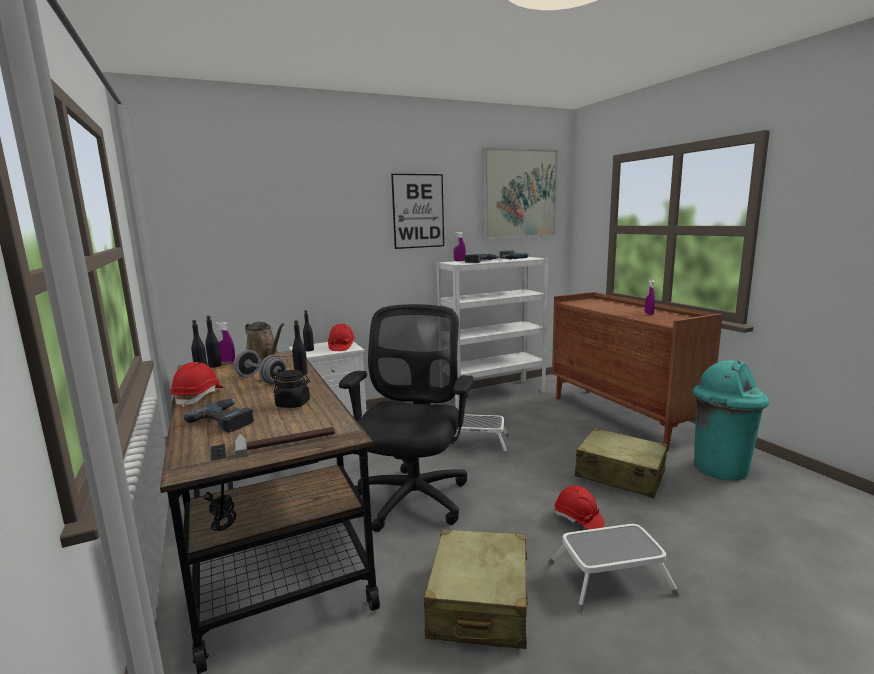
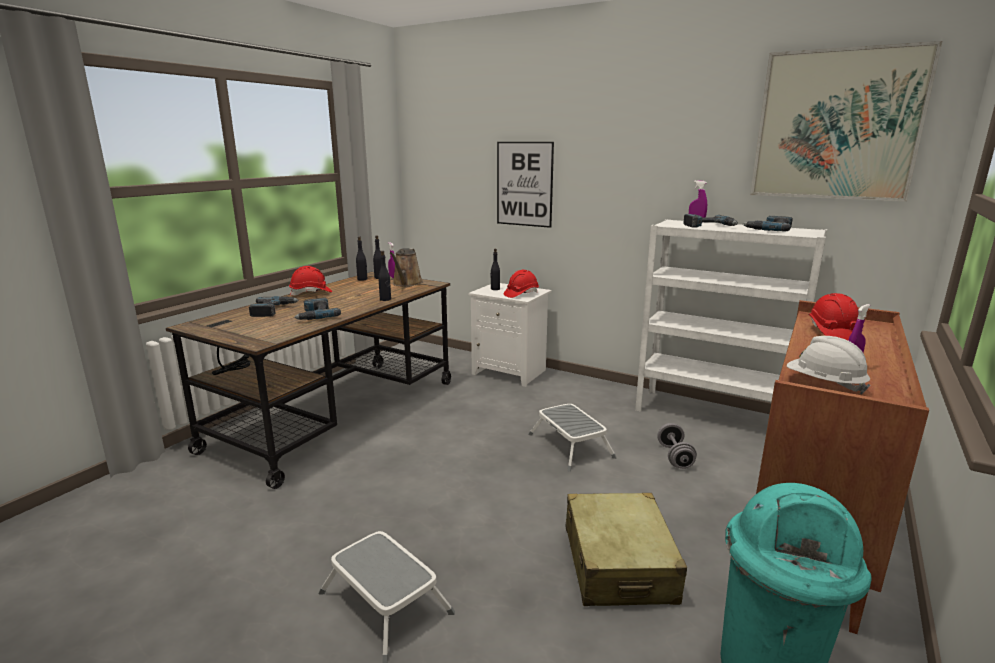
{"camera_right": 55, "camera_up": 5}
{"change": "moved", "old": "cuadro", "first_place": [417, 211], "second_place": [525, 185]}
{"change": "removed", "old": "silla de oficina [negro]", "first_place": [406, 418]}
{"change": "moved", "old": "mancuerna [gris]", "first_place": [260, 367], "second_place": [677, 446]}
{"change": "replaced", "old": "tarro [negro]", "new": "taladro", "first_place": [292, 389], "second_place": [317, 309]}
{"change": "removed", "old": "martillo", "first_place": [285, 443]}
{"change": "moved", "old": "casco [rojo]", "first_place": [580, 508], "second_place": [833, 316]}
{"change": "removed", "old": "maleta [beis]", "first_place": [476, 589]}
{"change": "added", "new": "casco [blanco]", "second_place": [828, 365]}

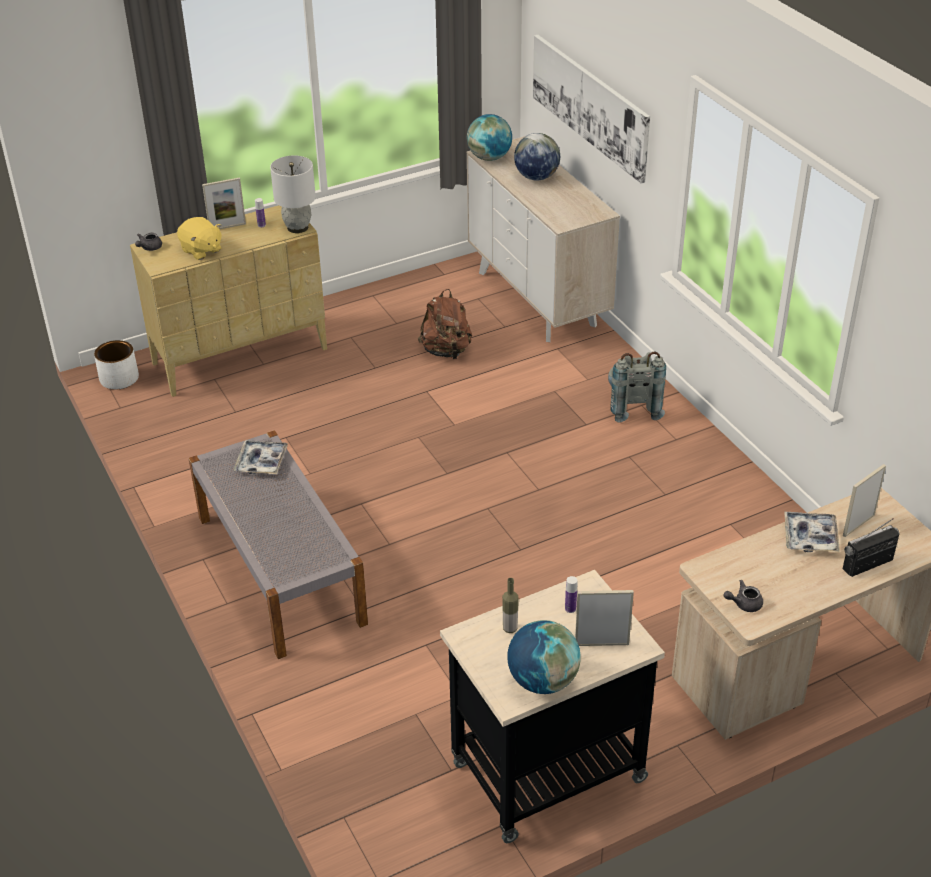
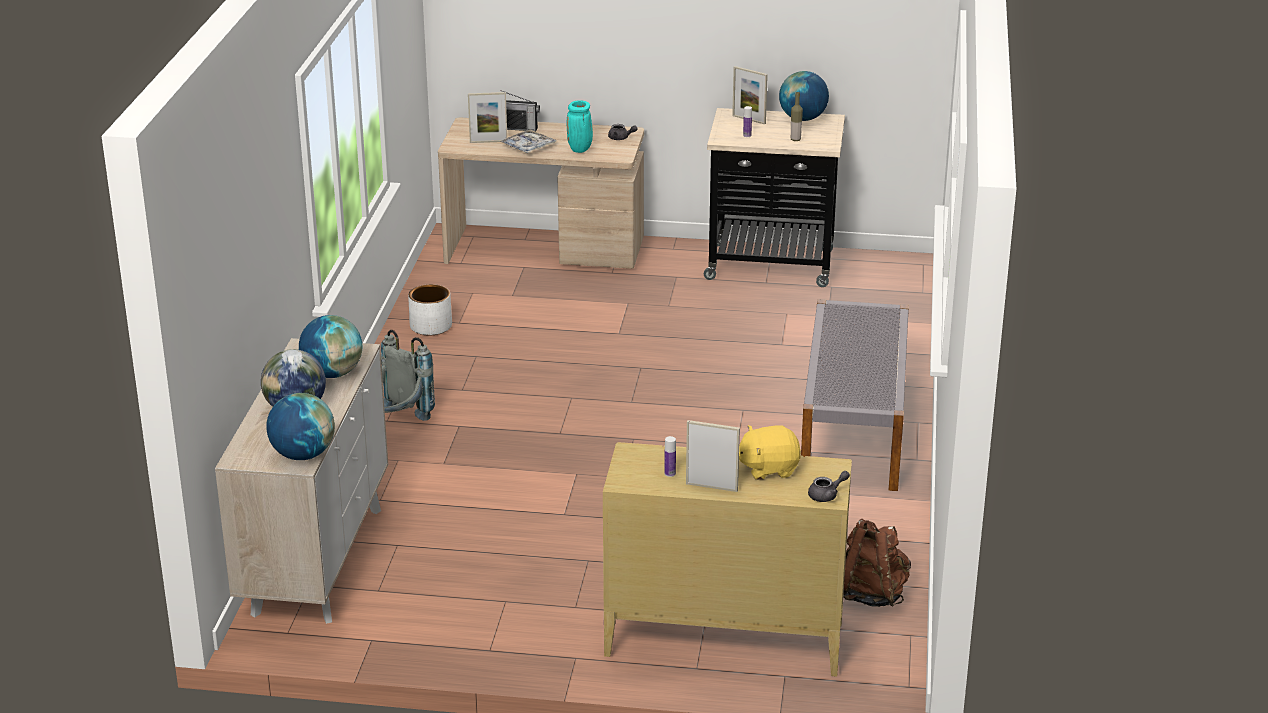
{"camera_right": -145, "camera_up": -10}
{"change": "removed", "old": "cuadro", "first_place": [591, 109]}
{"change": "removed", "old": "lámpara de mesa [blanco]", "first_place": [293, 194]}
{"change": "turned", "old": "peluche [amarillo]", "first_place": [199, 238], "second_place": [770, 452], "degrees": -90}
{"change": "moved", "old": "mochila [marrón]", "first_place": [445, 324], "second_place": [877, 563]}
{"change": "moved", "old": "maceta [blanco]", "first_place": [116, 364], "second_place": [430, 309]}
{"change": "removed", "old": "bandeja", "first_place": [261, 457]}
{"change": "added", "new": "florero [turquesa]", "second_place": [580, 126]}
{"change": "added", "new": "globo terráqueo", "second_place": [330, 346]}

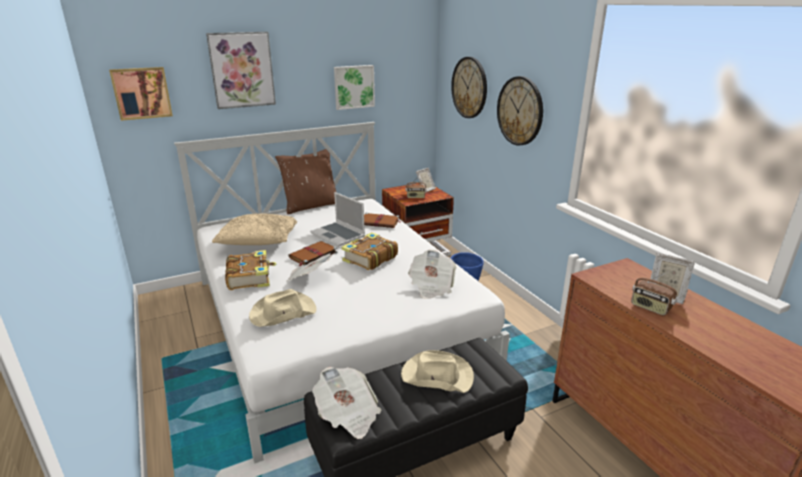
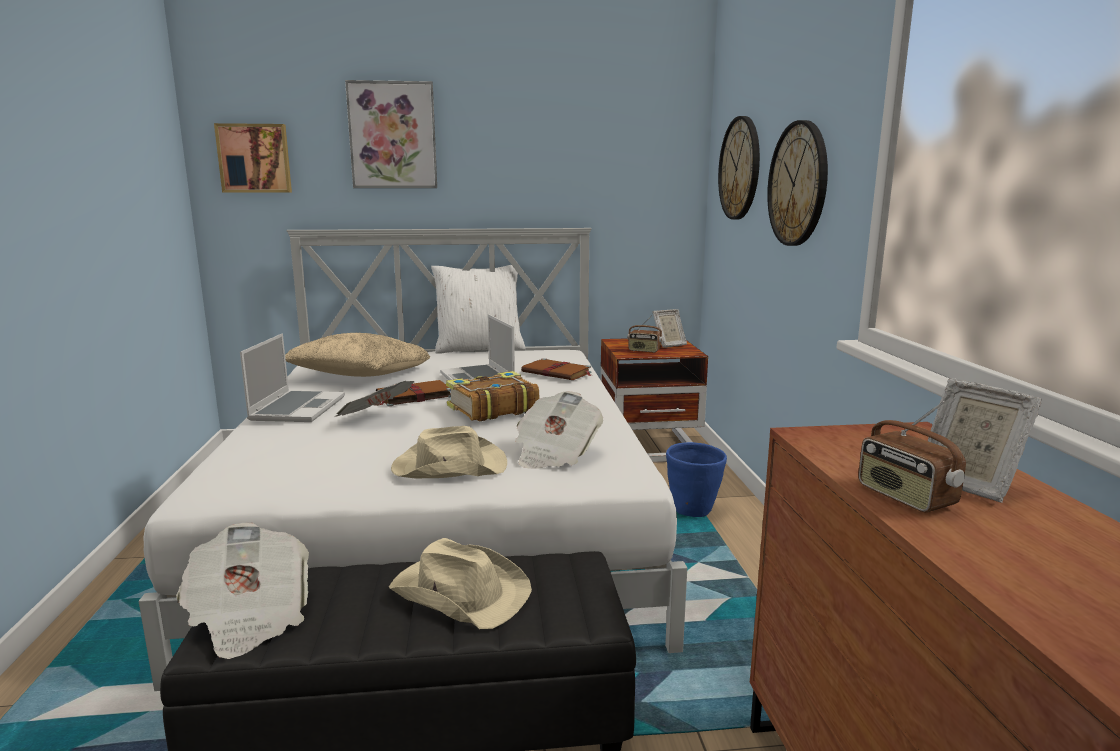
{"camera_right": 20, "camera_up": -10}
{"change": "removed", "old": "cuadro", "first_place": [354, 87]}
{"change": "recoloured", "old": "cojín [marrón]", "new": "cojín [blanco]", "first_place": [306, 181], "second_place": [478, 309]}
{"change": "replaced", "old": "libro", "new": "portátil", "first_place": [251, 270], "second_place": [292, 377]}
{"change": "moved", "old": "sombrero [beis]", "first_place": [282, 308], "second_place": [449, 452]}

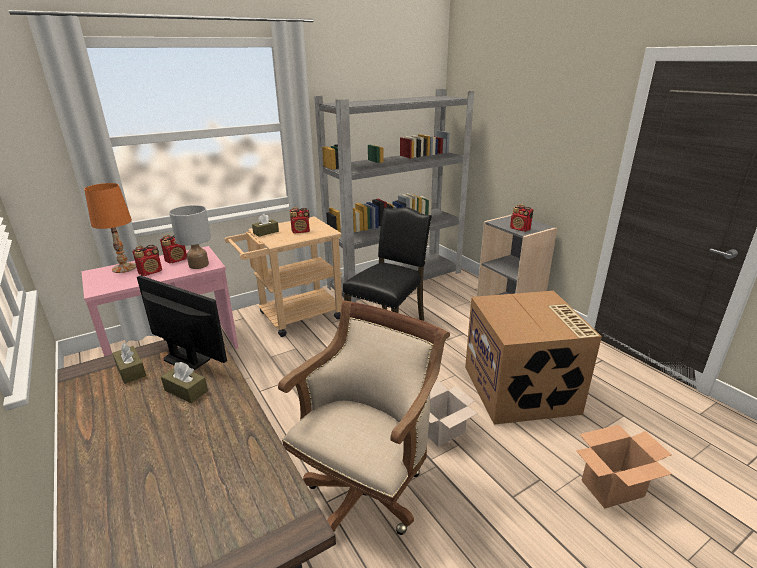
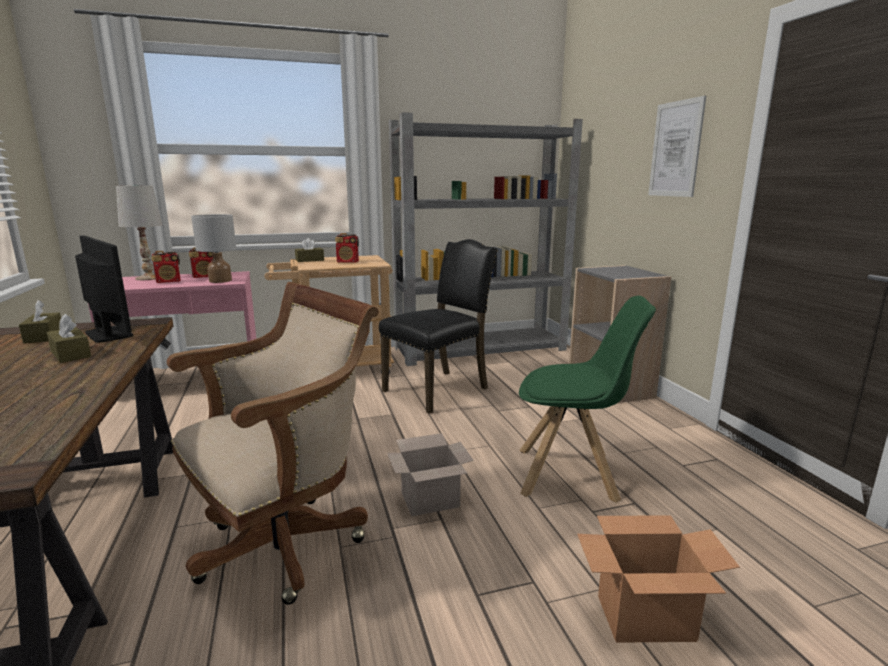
{"camera_right": 15, "camera_up": -10}
{"change": "recoloured", "old": "lámpara de mesa [naranja]", "new": "lámpara de mesa [blanco]", "first_place": [110, 228], "second_place": [139, 233]}
{"change": "removed", "old": "radio", "first_place": [522, 218]}
{"change": "replaced", "old": "caja de cartón", "new": "silla [verde]", "first_place": [533, 358], "second_place": [587, 399]}
{"change": "added", "new": "cuadro", "second_place": [677, 146]}

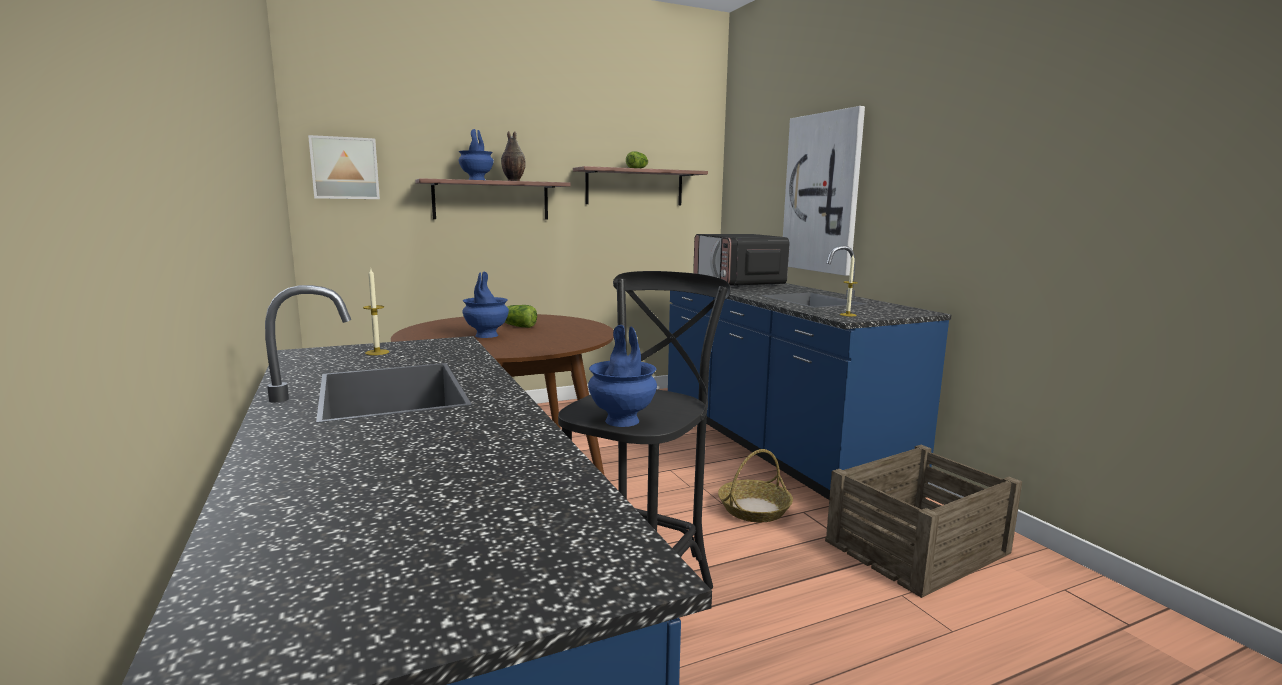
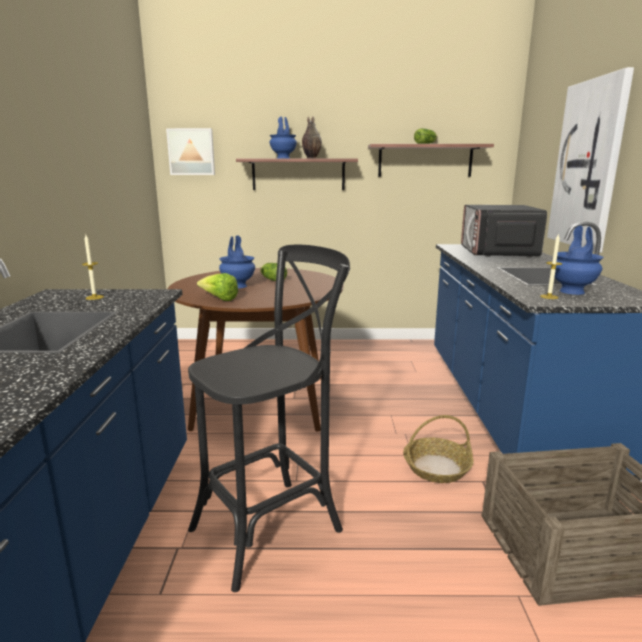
{"camera_right": 25, "camera_up": 5}
{"change": "moved", "old": "florero [azul]", "first_place": [622, 376], "second_place": [577, 260]}
{"change": "added", "new": "lechuga", "second_place": [217, 287]}

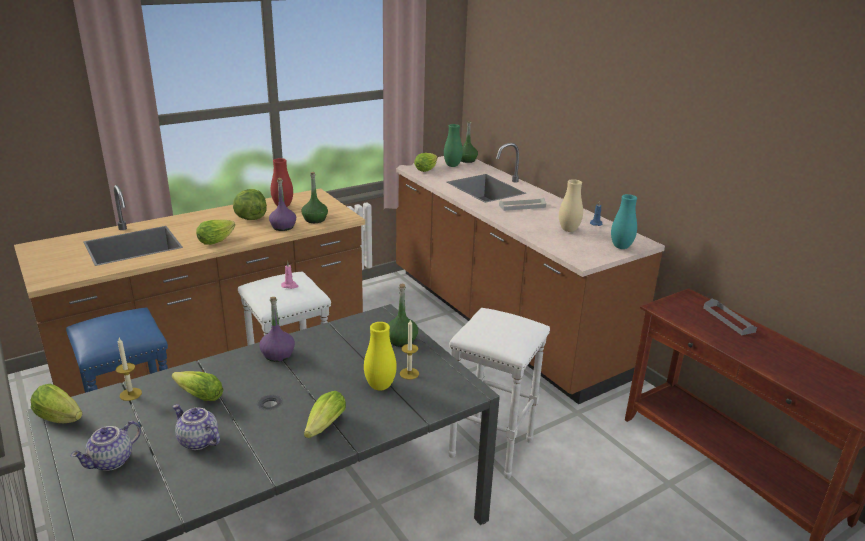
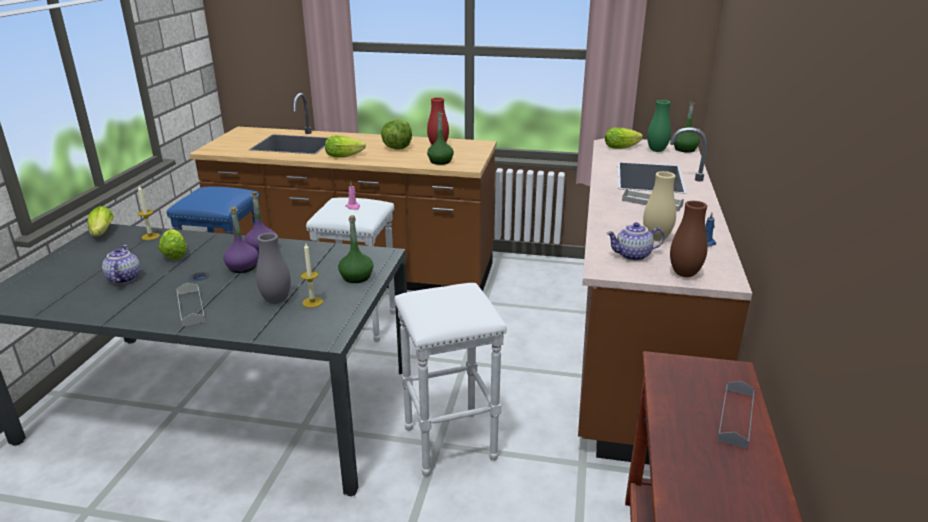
{"camera_right": 45, "camera_up": 0}
{"change": "moved", "old": "botella [morado]", "first_place": [282, 204], "second_place": [241, 240]}
{"change": "recoloured", "old": "florero [turquesa]", "new": "florero [marrón]", "first_place": [624, 221], "second_place": [689, 239]}
{"change": "recoloured", "old": "florero [amarillo]", "new": "florero [gris]", "first_place": [380, 356], "second_place": [273, 268]}
{"change": "replaced", "old": "lechuga", "new": "bandeja [gris]", "first_place": [325, 414], "second_place": [191, 305]}
{"change": "moved", "old": "tetera", "first_place": [106, 446], "second_place": [635, 241]}

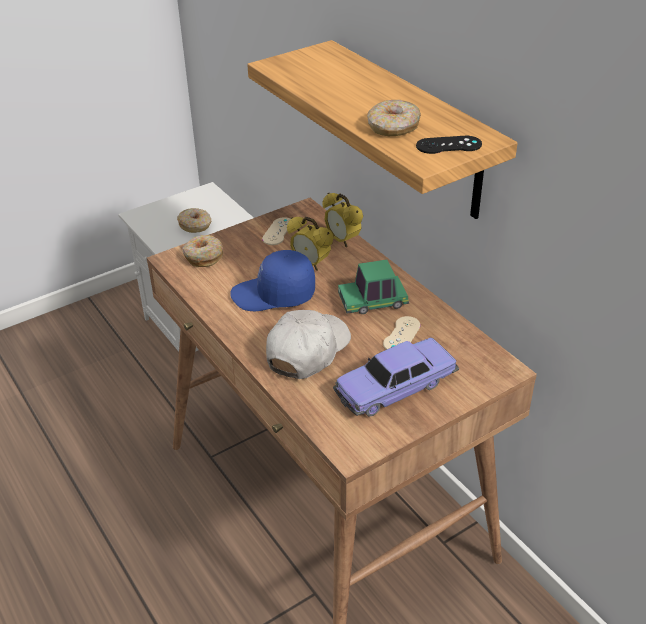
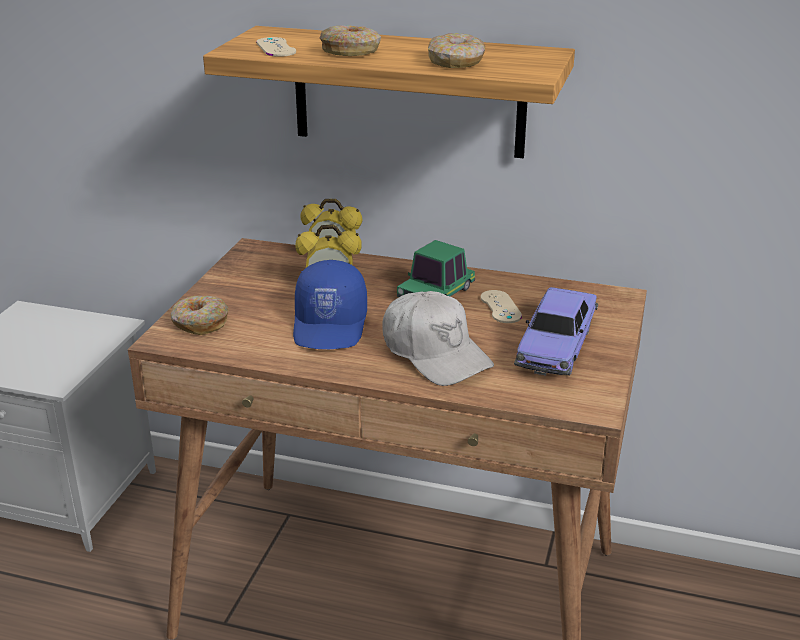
{"camera_right": -40, "camera_up": -10}
{"change": "removed", "old": "mando de consola [negro]", "first_place": [449, 145]}
{"change": "moved", "old": "rosquilla", "first_place": [194, 220], "second_place": [350, 40]}
{"change": "moved", "old": "mando de consola [beis]", "first_place": [276, 231], "second_place": [276, 47]}
{"change": "turned", "old": "gorra [azul]", "first_place": [272, 280], "second_place": [330, 304], "degrees": -45}
{"change": "turned", "old": "gorra [blanco]", "first_place": [308, 344], "second_place": [438, 338], "degrees": 150}

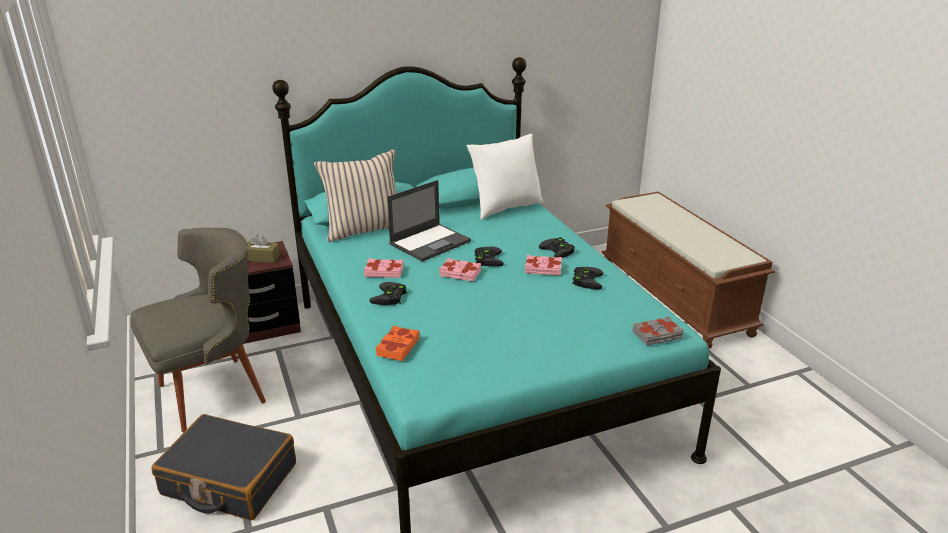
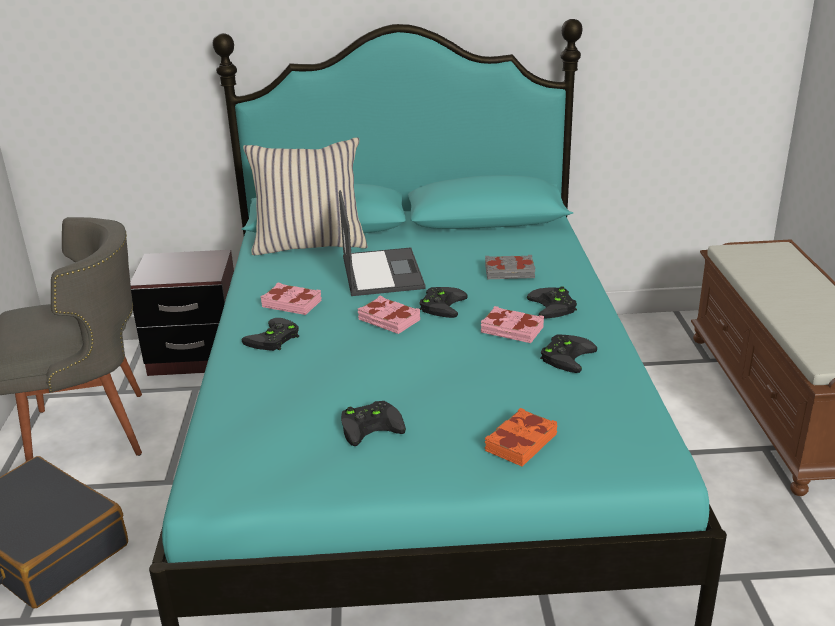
{"camera_right": 20, "camera_up": 0}
{"change": "removed", "old": "cojín [blanco]", "first_place": [505, 177]}
{"change": "turned", "old": "portátil", "first_place": [429, 221], "second_place": [382, 243], "degrees": -75}
{"change": "removed", "old": "caja de pañuelos [marrón]", "first_place": [263, 248]}
{"change": "moved", "old": "libro [gris]", "first_place": [658, 331], "second_place": [510, 267]}
{"change": "moved", "old": "libro [naranja]", "first_place": [397, 343], "second_place": [521, 437]}
{"change": "added", "new": "mando de consola [negro]", "second_place": [373, 423]}

